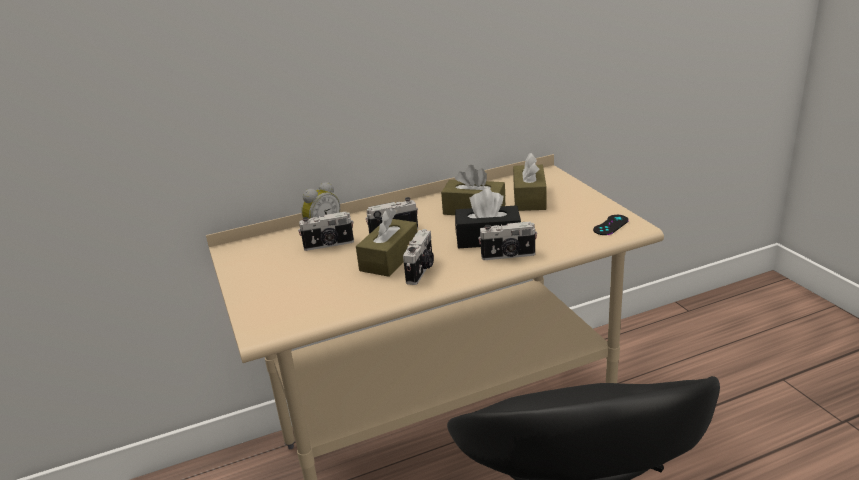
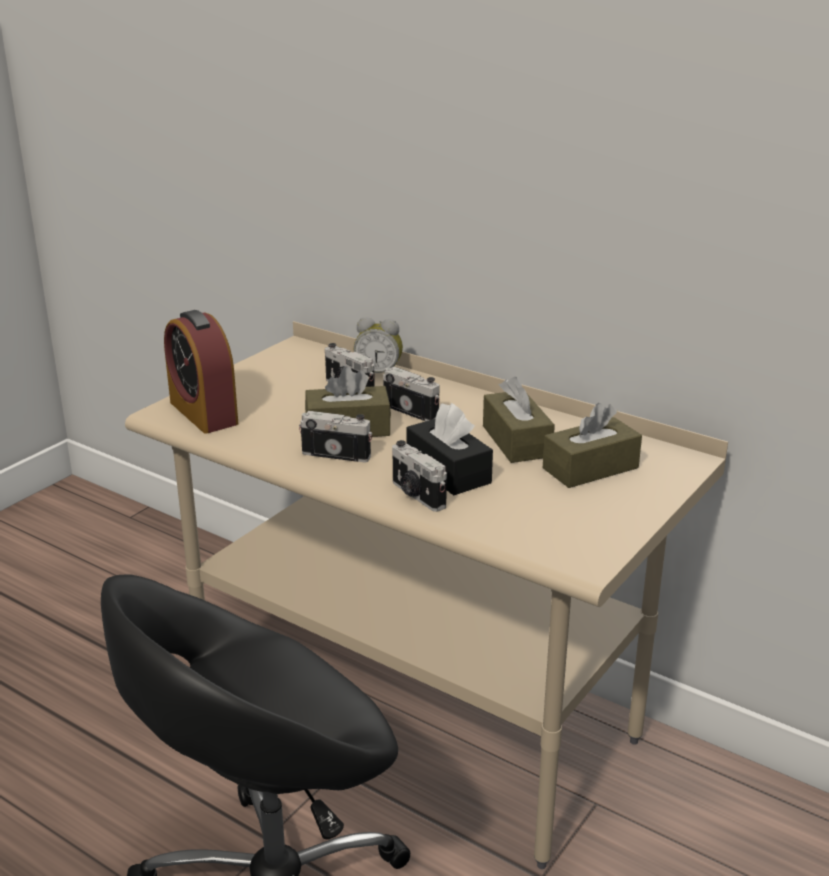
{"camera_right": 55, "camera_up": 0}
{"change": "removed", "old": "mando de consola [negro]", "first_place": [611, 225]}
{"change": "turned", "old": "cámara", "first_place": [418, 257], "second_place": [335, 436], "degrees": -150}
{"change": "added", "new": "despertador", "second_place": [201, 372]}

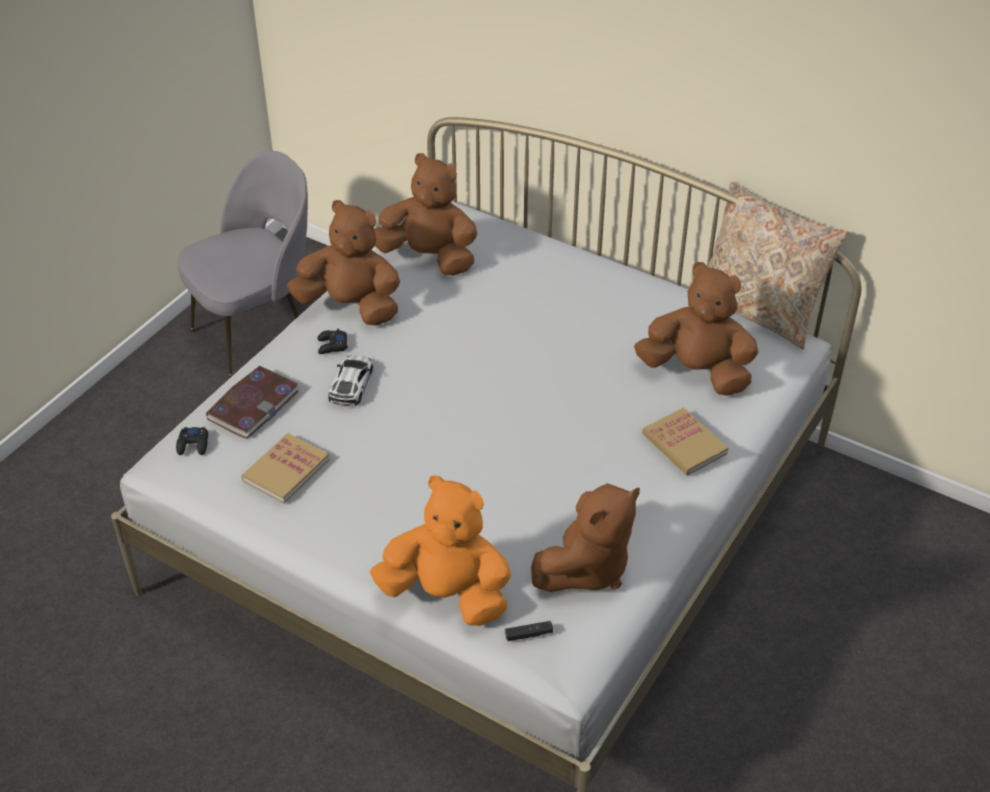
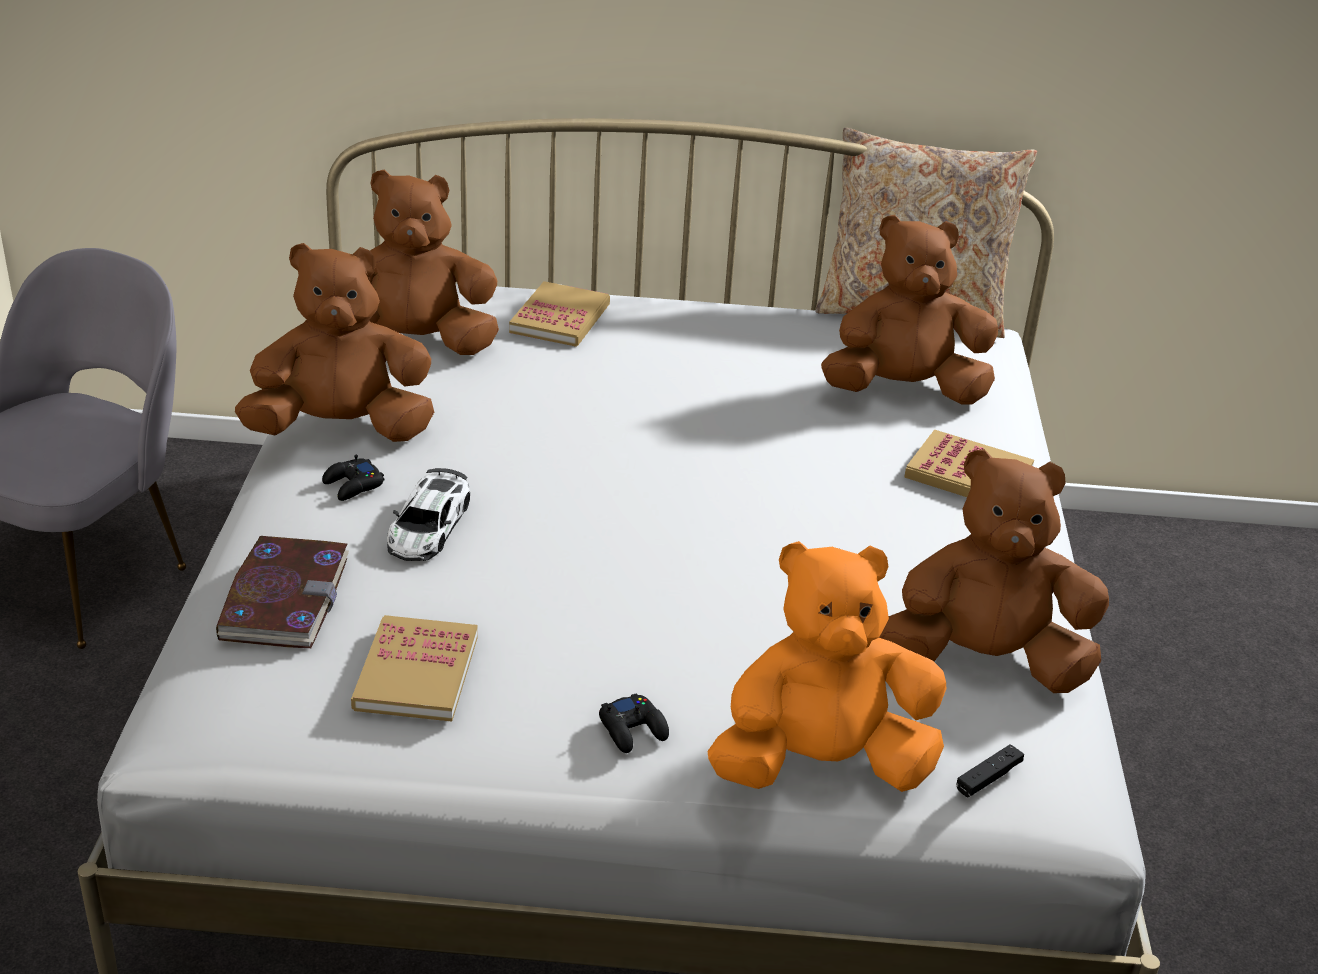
{"camera_right": -30, "camera_up": -10}
{"change": "turned", "old": "coche de juguete", "first_place": [350, 380], "second_place": [428, 514], "degrees": -150}
{"change": "moved", "old": "mando de consola [negro]", "first_place": [192, 441], "second_place": [634, 723]}
{"change": "turned", "old": "peluche [marrón]", "first_place": [585, 537], "second_place": [994, 571], "degrees": -105}
{"change": "added", "new": "libro", "second_place": [559, 314]}

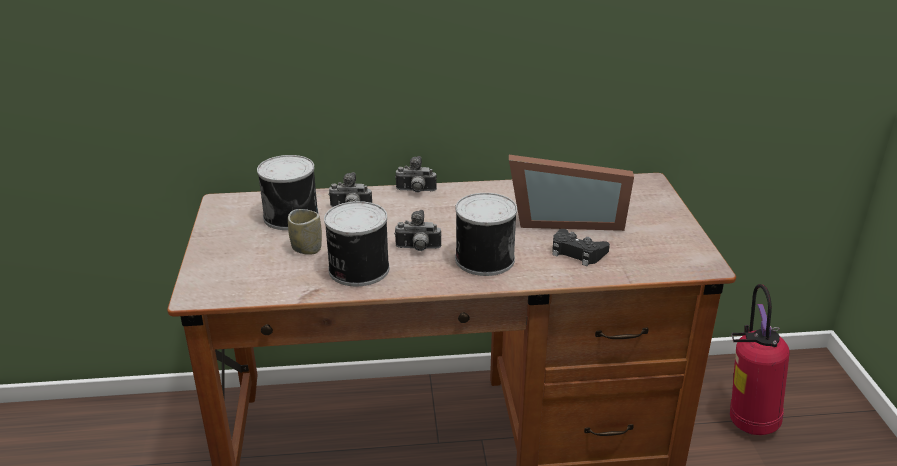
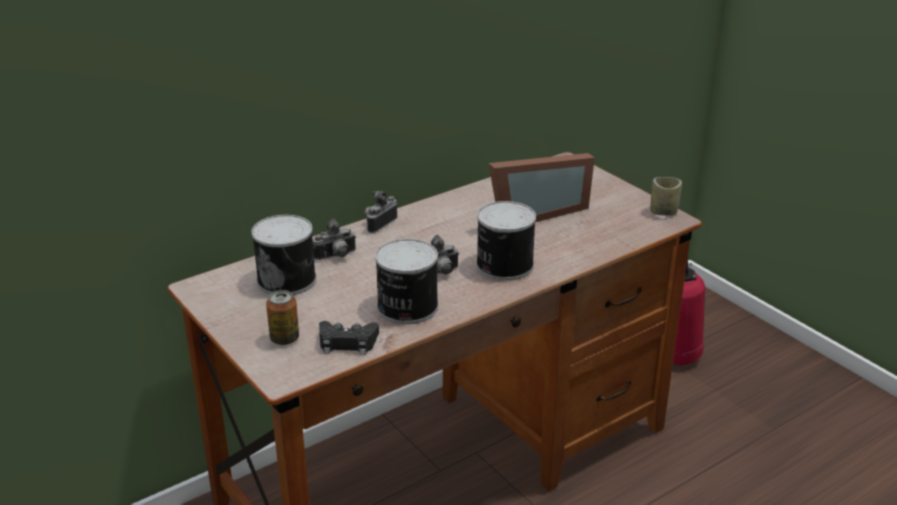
{"camera_right": -30, "camera_up": 0}
{"change": "turned", "old": "cámara", "first_place": [416, 174], "second_place": [380, 212], "degrees": 150}
{"change": "moved", "old": "taza", "first_place": [305, 232], "second_place": [666, 196]}
{"change": "moved", "old": "mando de consola [negro]", "first_place": [581, 247], "second_place": [349, 338]}
{"change": "added", "new": "lata", "second_place": [282, 317]}

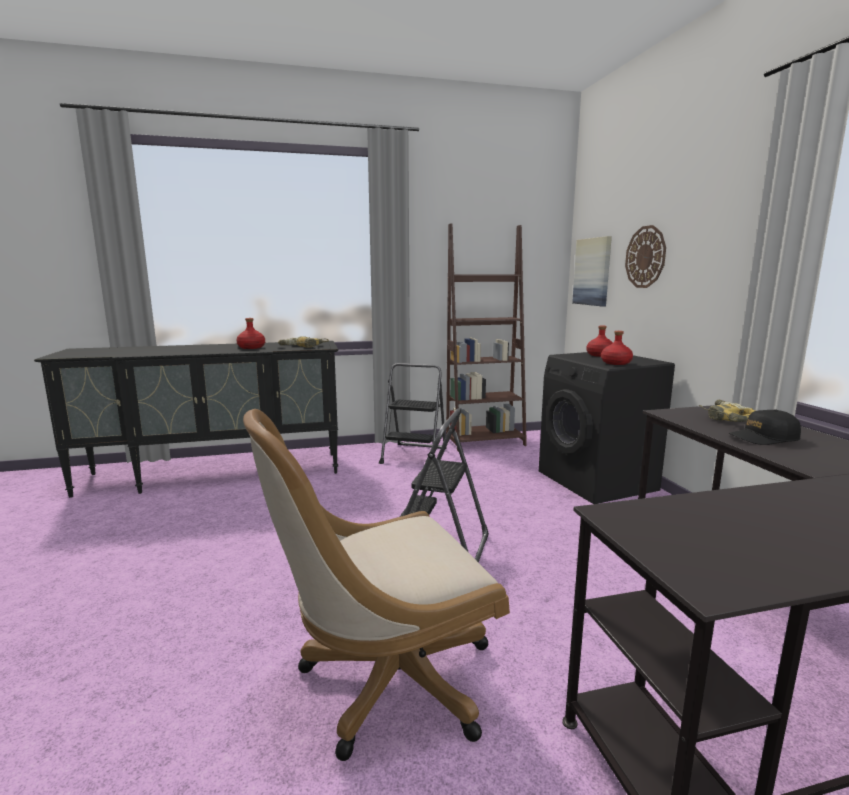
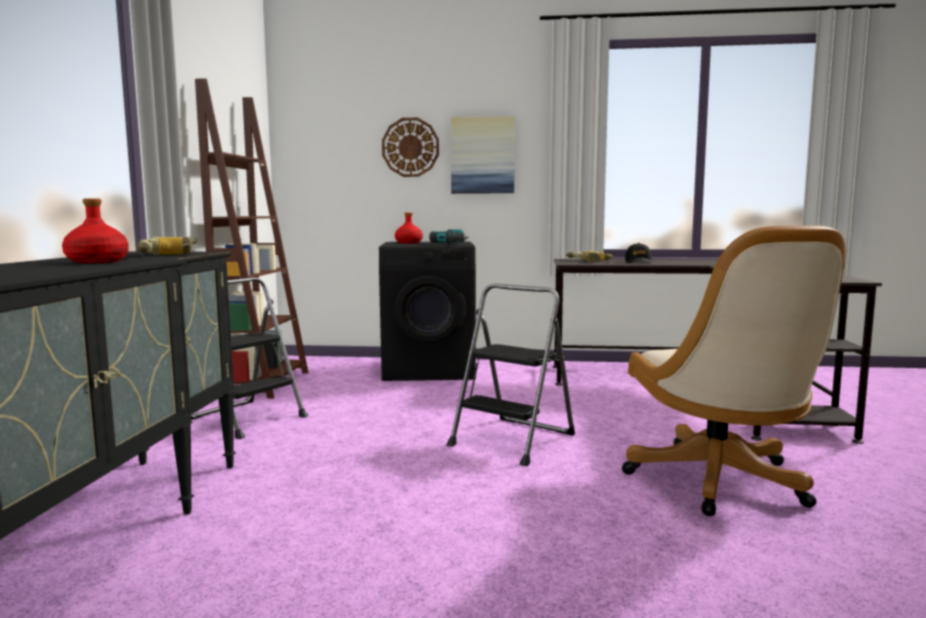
{"camera_right": -70, "camera_up": -5}
{"change": "moved", "old": "cuadro", "first_place": [592, 271], "second_place": [483, 155]}
{"change": "replaced", "old": "botella [rojo]", "new": "taladro", "first_place": [617, 348], "second_place": [449, 236]}

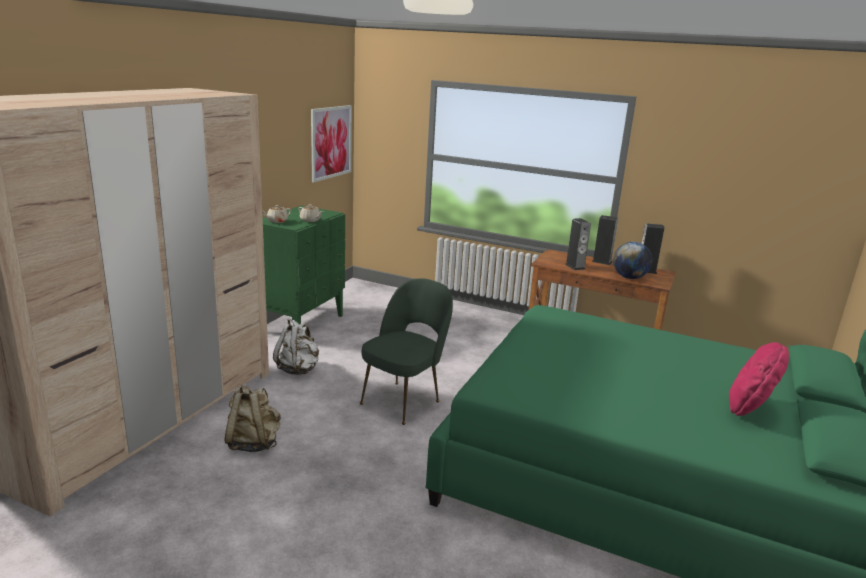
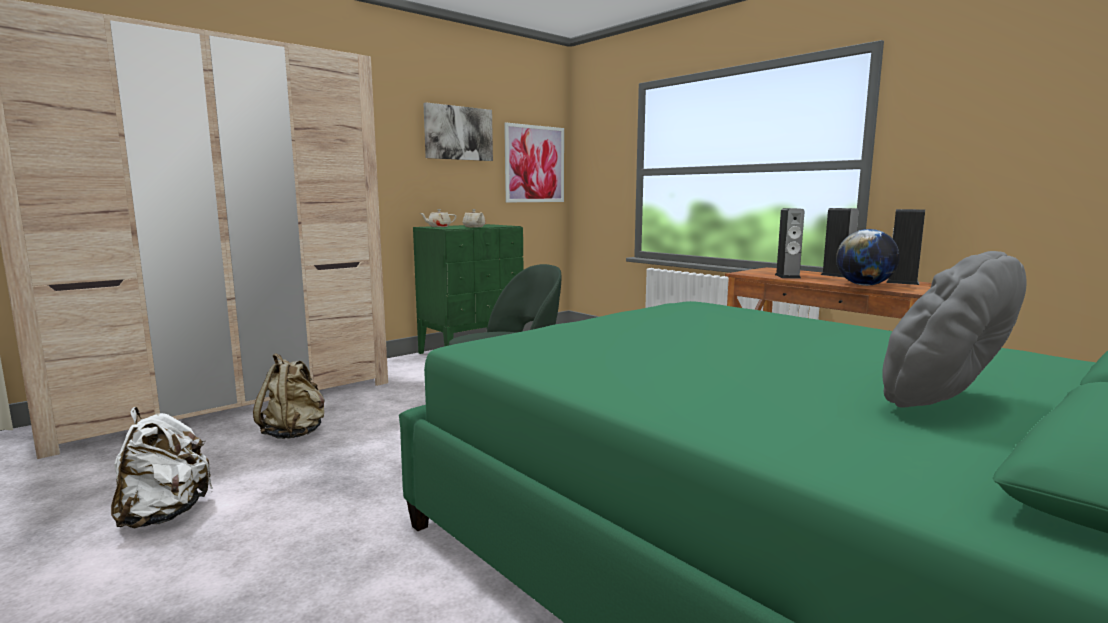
{"camera_right": 25, "camera_up": -10}
{"change": "moved", "old": "mochila [blanco]", "first_place": [296, 346], "second_place": [162, 467]}
{"change": "recoloured", "old": "cojín [rosa]", "new": "cojín [gris]", "first_place": [759, 379], "second_place": [954, 329]}
{"change": "added", "new": "cuadro", "second_place": [458, 131]}

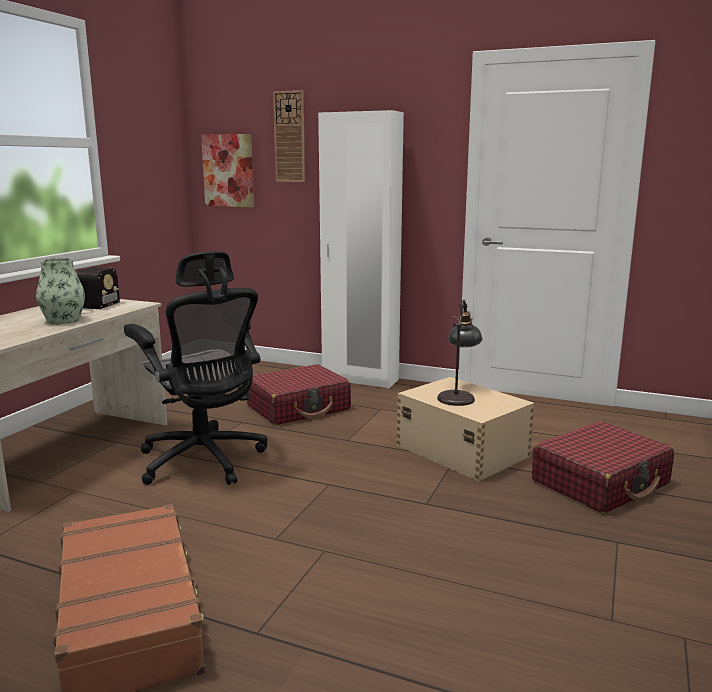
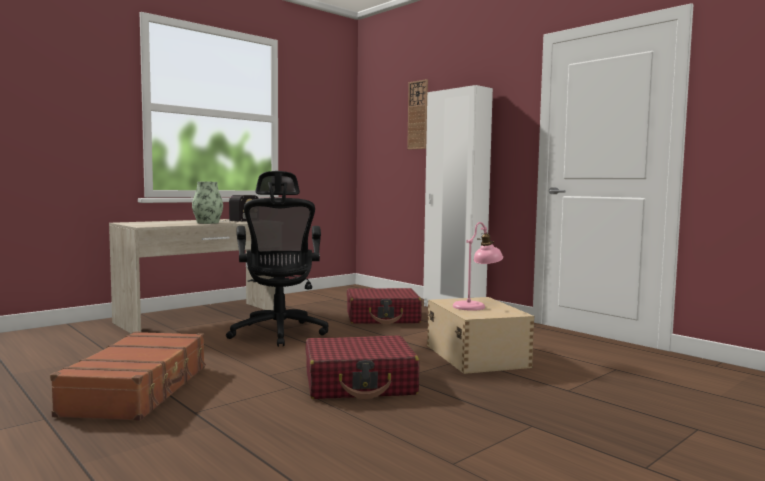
{"camera_right": 25, "camera_up": -10}
{"change": "removed", "old": "cuadro", "first_place": [227, 170]}
{"change": "recoloured", "old": "lámpara de mesa [gris]", "new": "lámpara de mesa [rosa]", "first_place": [460, 353], "second_place": [478, 266]}
{"change": "moved", "old": "maleta [rojo]", "first_place": [603, 467], "second_place": [362, 367]}

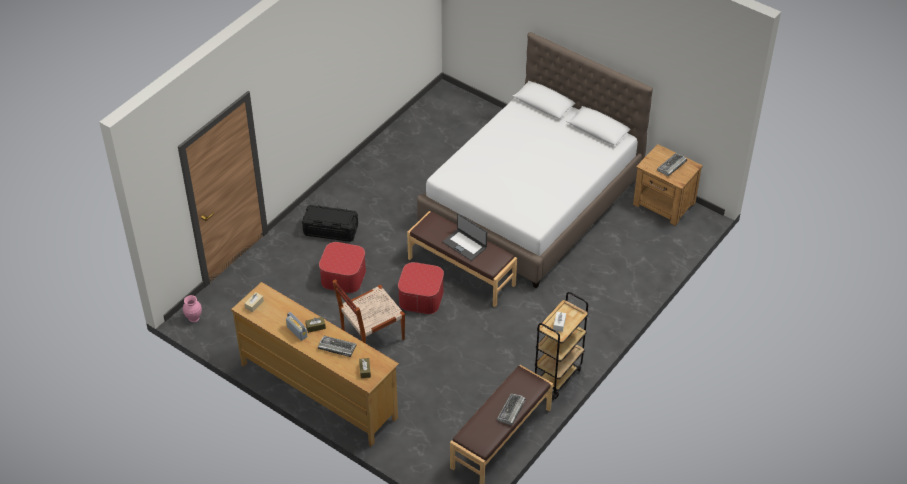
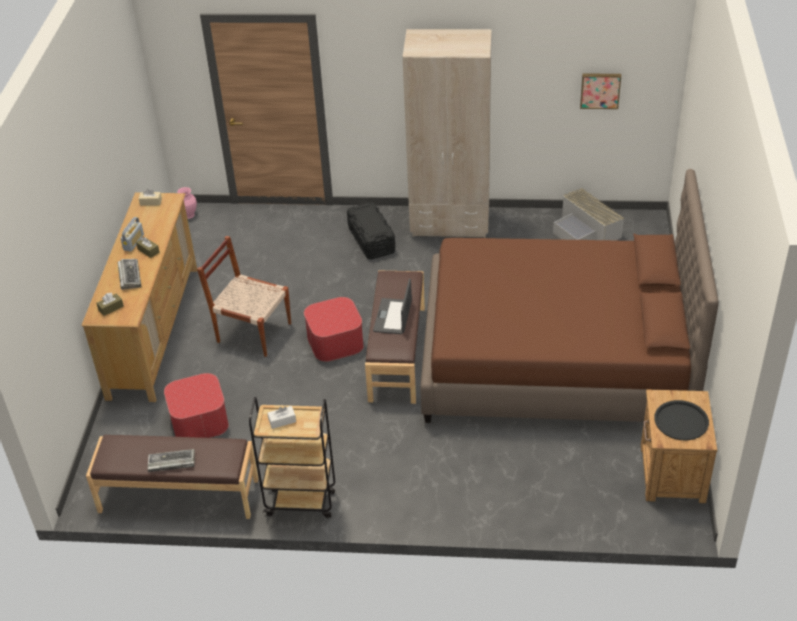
{"camera_right": 60, "camera_up": -5}
{"change": "recoloured", "old": "cama [blanco]", "new": "cama [marrón]", "first_place": [535, 160], "second_place": [569, 296]}
{"change": "replaced", "old": "teclado", "new": "bandeja [negro]", "first_place": [672, 164], "second_place": [681, 420]}
{"change": "moved", "old": "puf", "first_place": [342, 267], "second_place": [196, 405]}
{"change": "added", "new": "armario ropero [beis]", "second_place": [447, 133]}
{"change": "added", "new": "cuadro", "second_place": [600, 91]}
{"change": "added", "new": "caja de almacenaje [gris]", "second_place": [588, 214]}

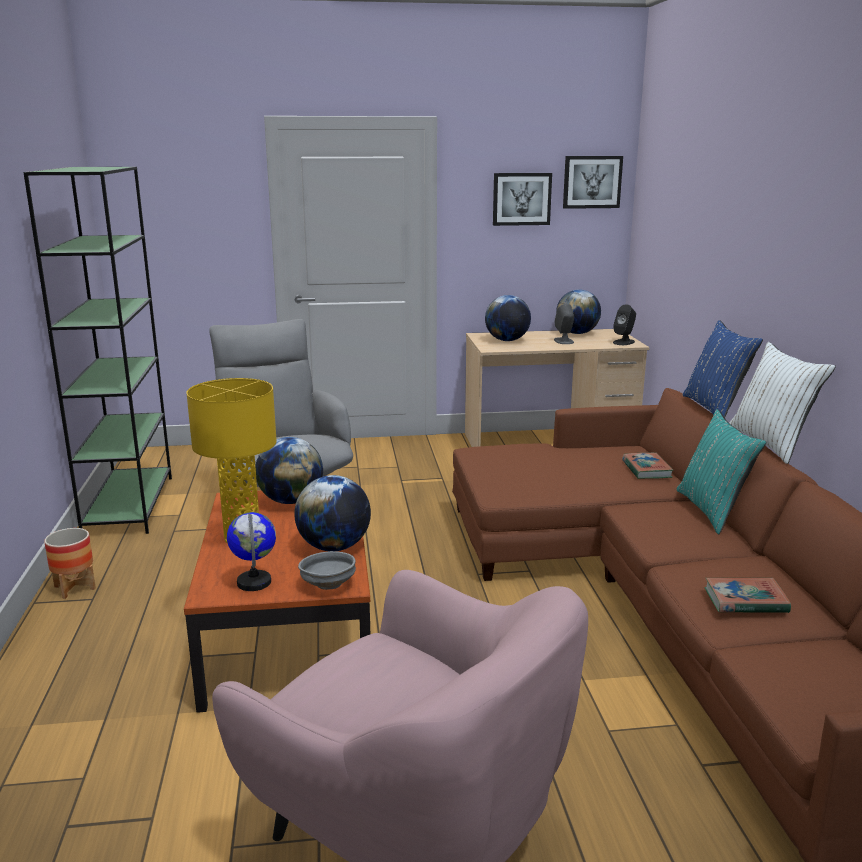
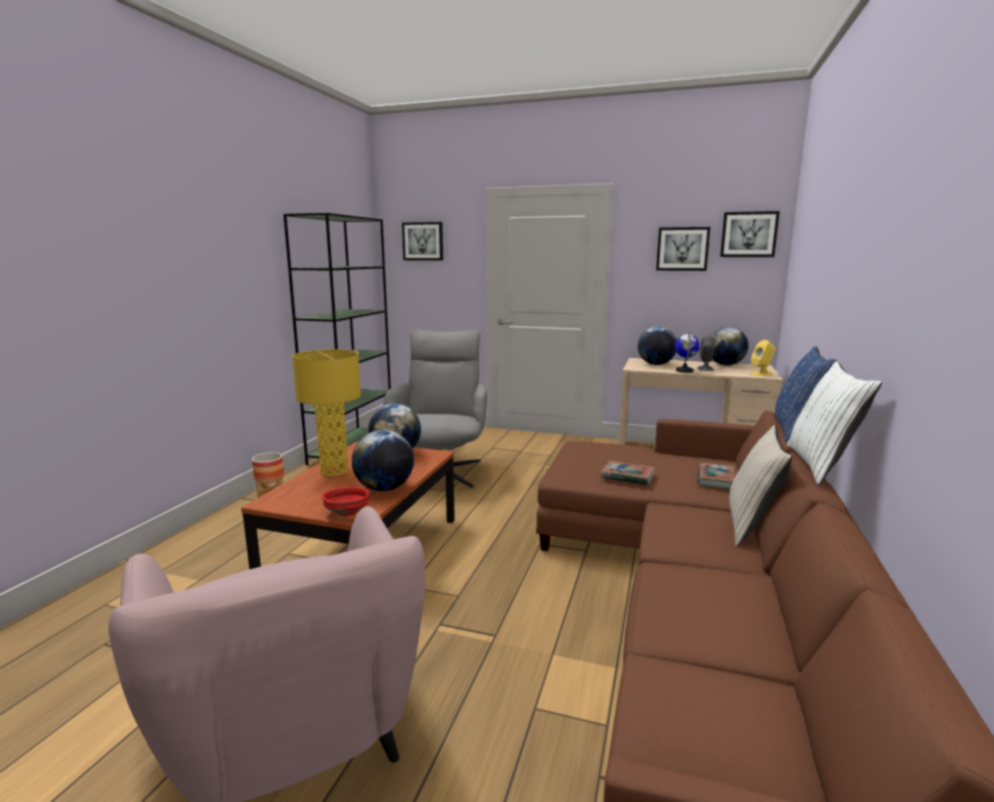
{"camera_right": 25, "camera_up": -5}
{"change": "recoloured", "old": "altavoz [negro]", "new": "altavoz [amarillo]", "first_place": [624, 324], "second_place": [763, 358]}
{"change": "recoloured", "old": "cojín [turquesa]", "new": "cojín [beis]", "first_place": [721, 471], "second_place": [760, 486]}
{"change": "moved", "old": "globo terráqueo", "first_place": [251, 551], "second_place": [687, 352]}
{"change": "recoloured", "old": "cuenco [gris]", "new": "cuenco [rojo]", "first_place": [327, 570], "second_place": [345, 501]}
{"change": "moved", "old": "libro", "first_place": [748, 595], "second_place": [628, 473]}
{"change": "added", "new": "cuadro", "second_place": [422, 241]}

